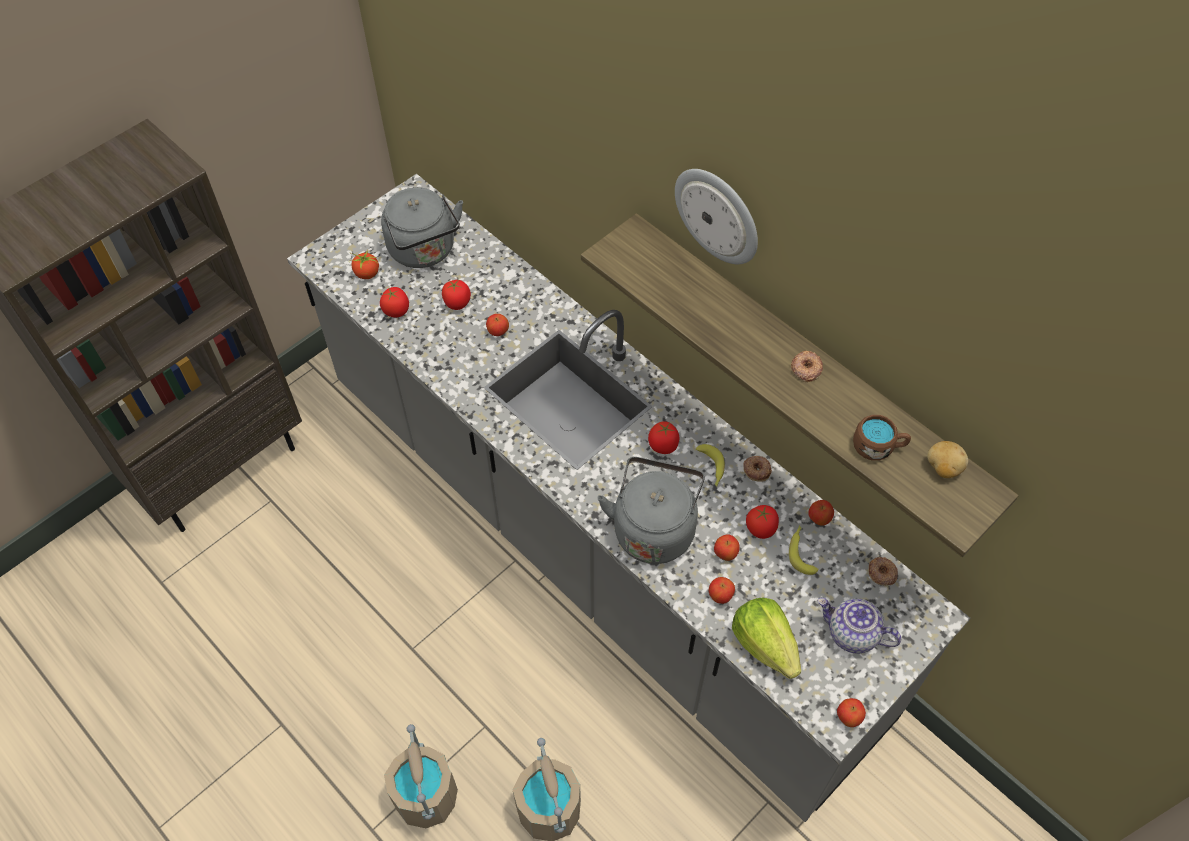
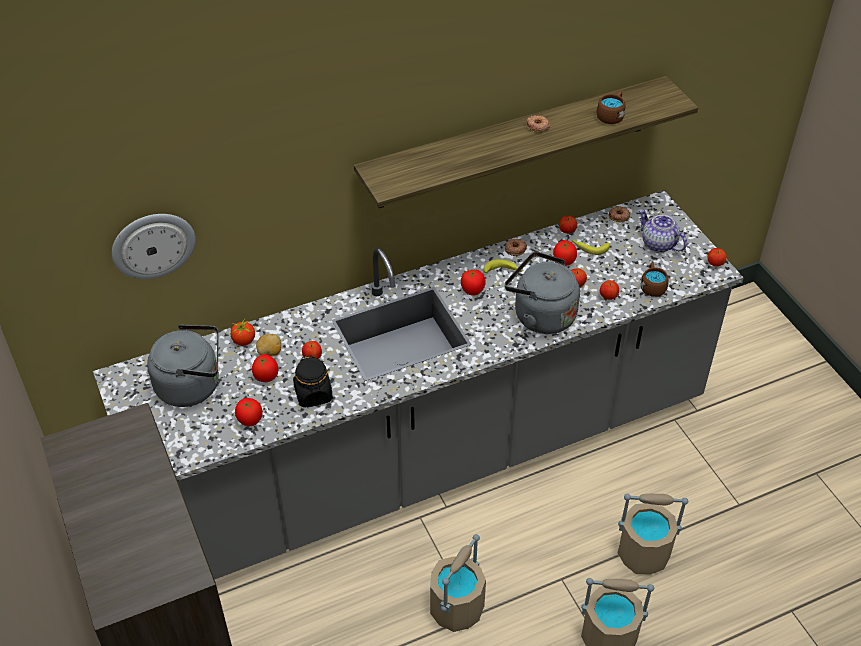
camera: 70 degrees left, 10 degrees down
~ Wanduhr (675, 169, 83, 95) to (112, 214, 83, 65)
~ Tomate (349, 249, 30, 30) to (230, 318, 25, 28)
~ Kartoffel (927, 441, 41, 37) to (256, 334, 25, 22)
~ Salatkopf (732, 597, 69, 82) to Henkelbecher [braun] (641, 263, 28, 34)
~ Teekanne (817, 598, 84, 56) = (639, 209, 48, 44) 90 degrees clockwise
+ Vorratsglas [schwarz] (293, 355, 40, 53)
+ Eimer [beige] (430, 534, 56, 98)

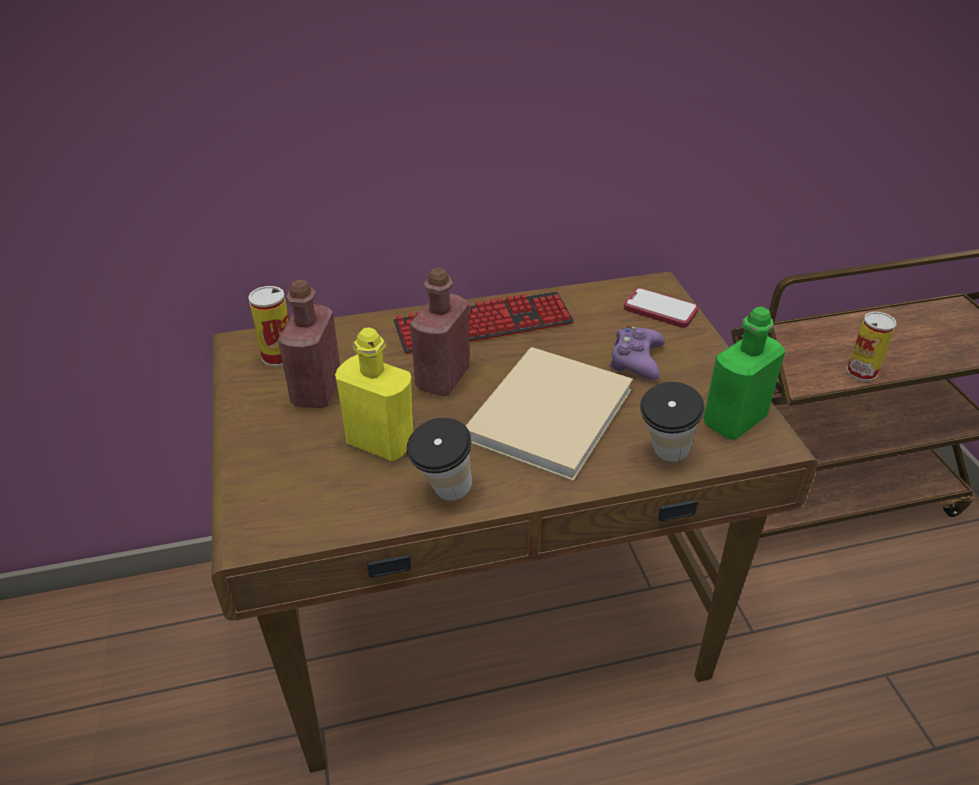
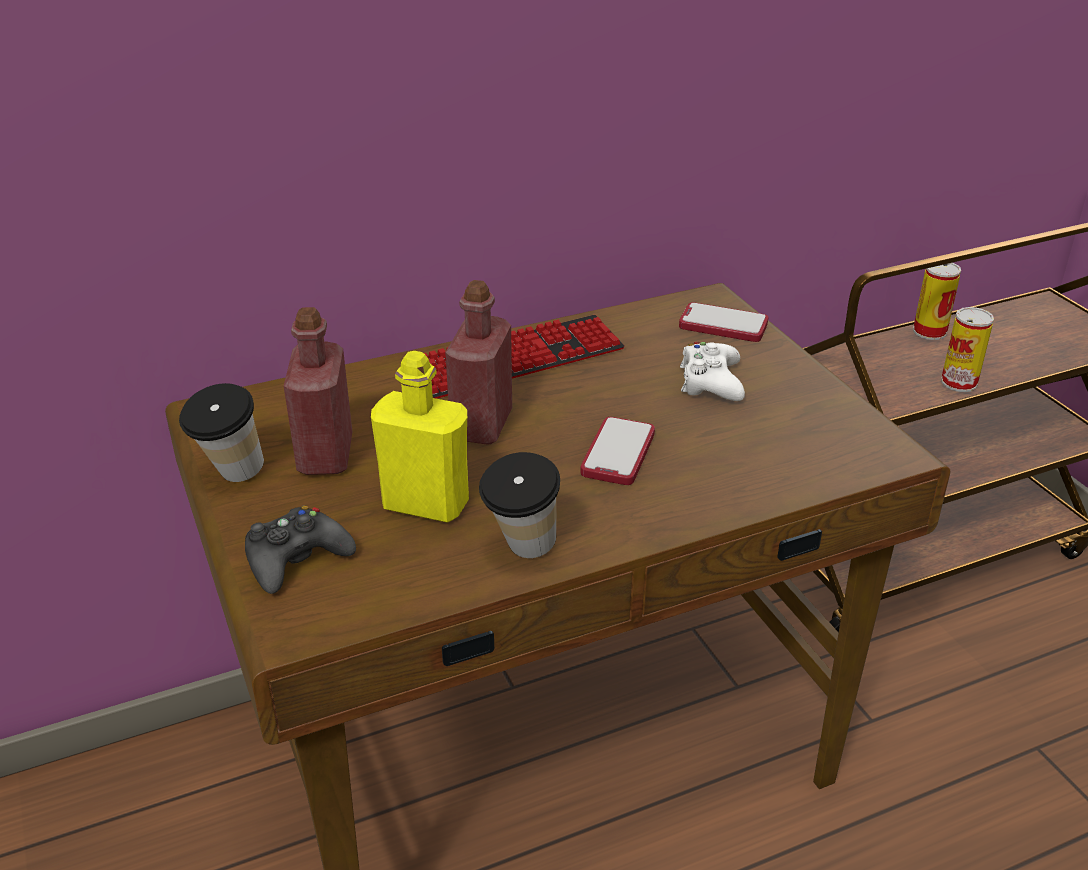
camera: 10 degrees left, 5 degrees down
~ Dose (248, 286, 41, 81) to (913, 263, 48, 77)
- Flasche [grün] (703, 307, 82, 133)
~ Gamepad [lila] (609, 326, 56, 54) to Gamepad [weiß] (680, 342, 65, 59)
~ Buch [beige] (466, 347, 167, 134) to Handy (580, 417, 75, 68)
~ Tasse (640, 382, 65, 80) to (179, 383, 85, 99)
+ Gamepad [schwarz] (245, 506, 111, 88)

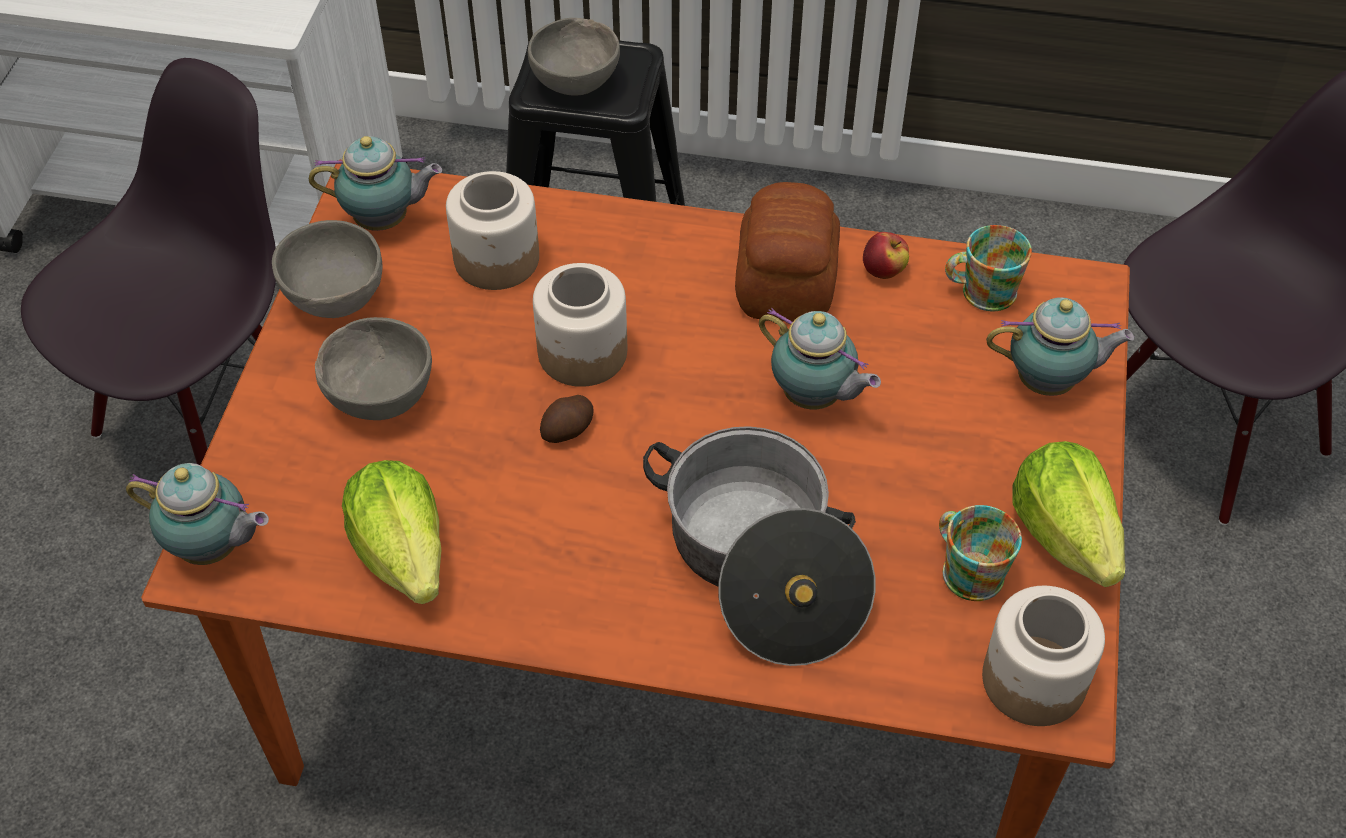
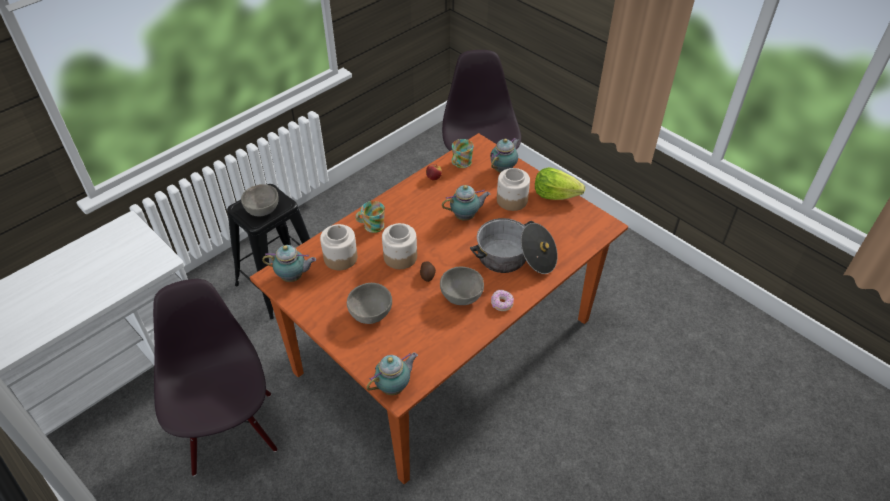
camera: 55 degrees left, 5 degrees down
~ Teekanne (309, 136, 133, 95) = (262, 245, 54, 37) 60 degrees clockwise
- Brot (735, 182, 105, 140)
~ Schüssel [grau] (272, 220, 111, 98) to (440, 267, 44, 38)
- Salatkopf (342, 460, 99, 144)
~ Henkelbecher (939, 505, 83, 96) to (355, 201, 30, 32)
~ Vorratsglas (982, 586, 123, 140) to (497, 168, 33, 43)
+ Donut (491, 290, 23, 21)

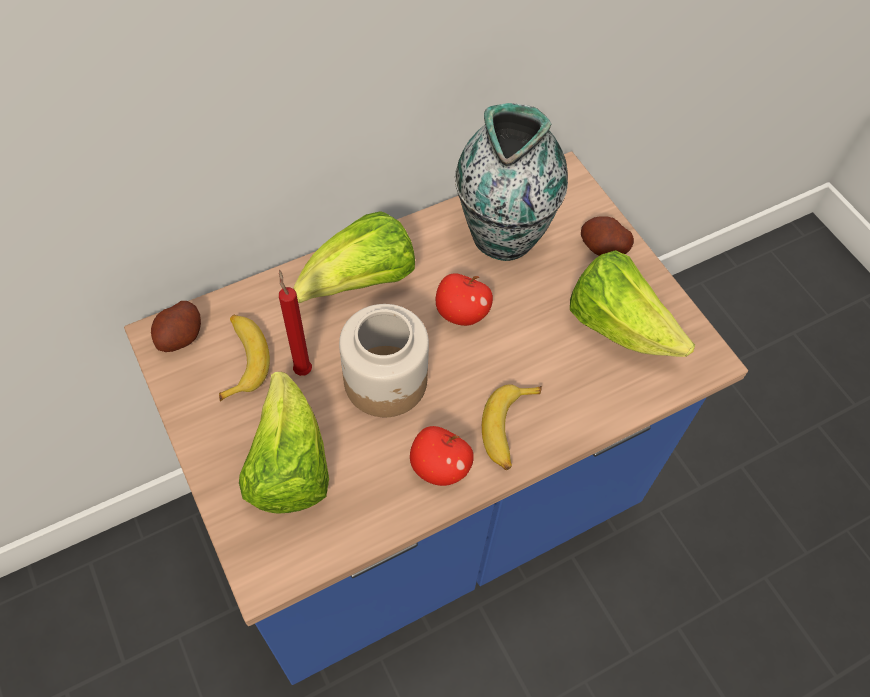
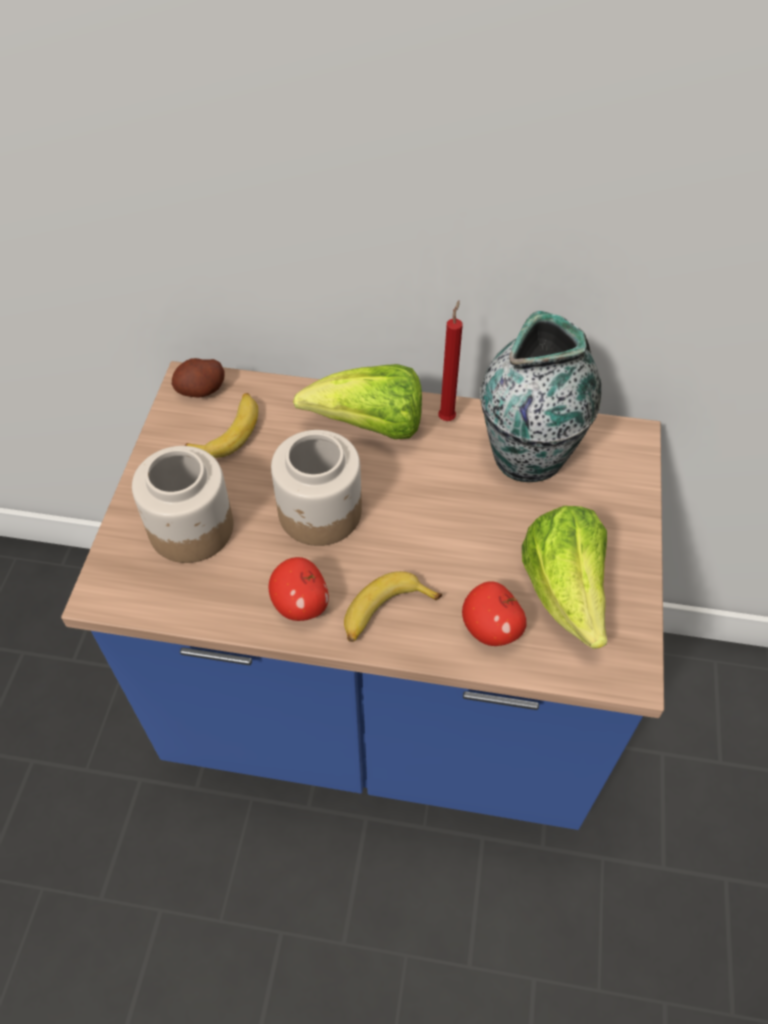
camera: 40 degrees right, 5 degrees down
- Kartoffel (581, 216, 53, 40)
~ Kerze [rot] (279, 270, 33, 106) to (438, 300, 25, 121)
~ Apfel (436, 273, 57, 53) to (462, 581, 65, 65)
~ Salatkopf (239, 372, 90, 142) to Vorratsglas (132, 446, 101, 117)

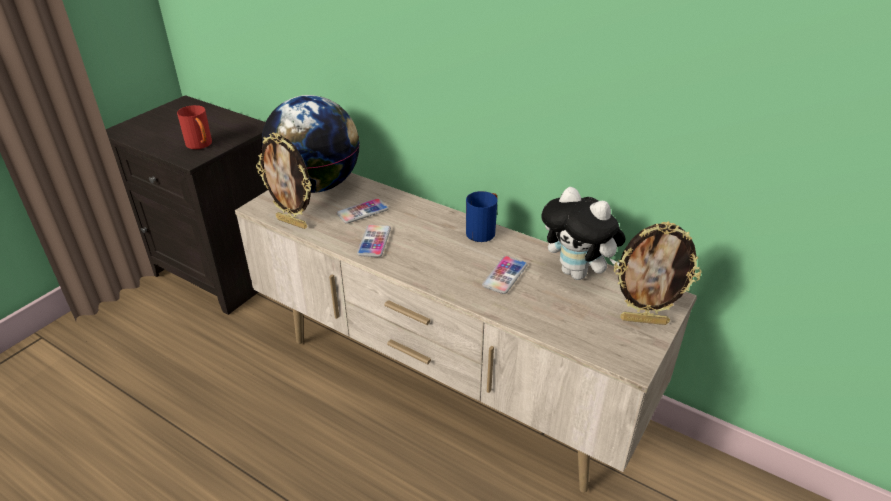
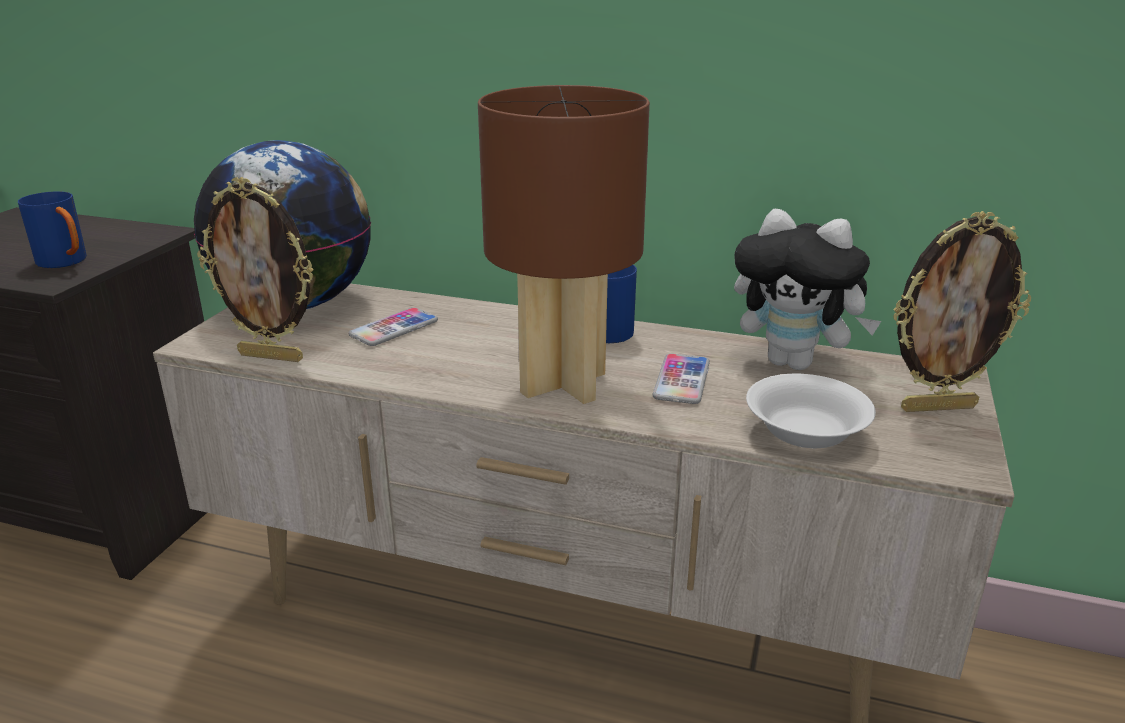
camera: 15 degrees left, 10 degrees down
~ Henkelbecher [rot] (177, 105, 35, 44) to Henkelbecher [blau] (18, 191, 69, 77)
- Handy (357, 224, 34, 33)
+ Tischlampe [braun] (478, 85, 172, 319)
+ Schüssel [weiß] (746, 374, 130, 74)

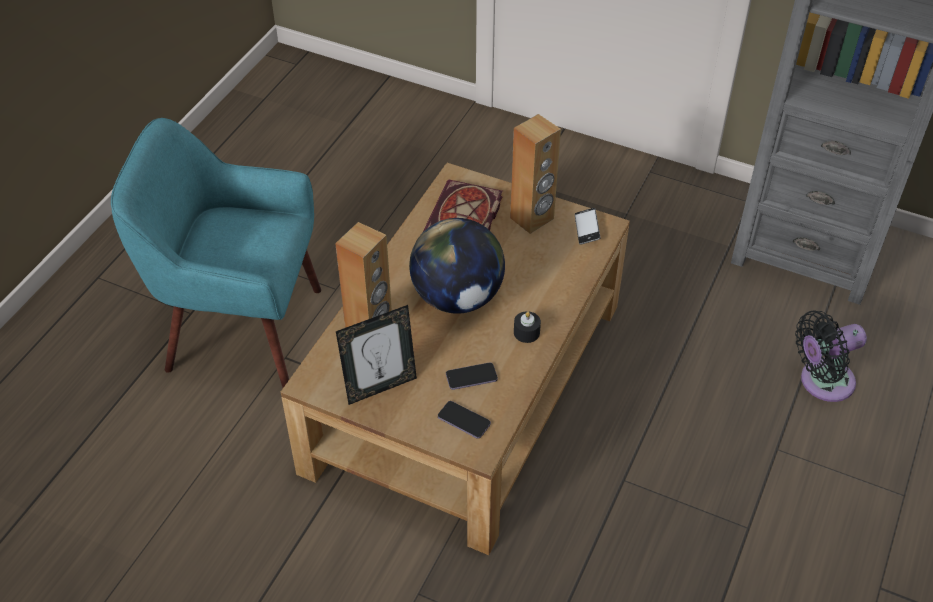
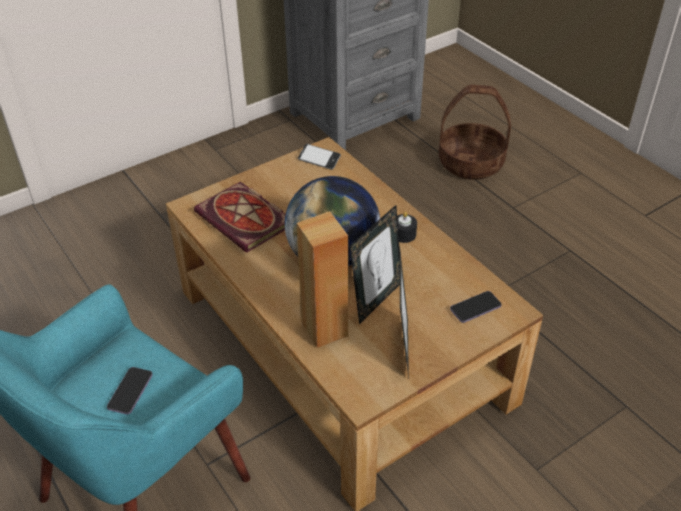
camera: 60 degrees left, 5 degrees down
- Lautsprecher [braun] (510, 114, 51, 120)
~ Ventilator [schwarz] (795, 311, 72, 91) to Korb (439, 85, 72, 95)
~ Handy (446, 363, 52, 27) to (107, 367, 46, 47)
+ Bilderrahmen (350, 205, 50, 119)

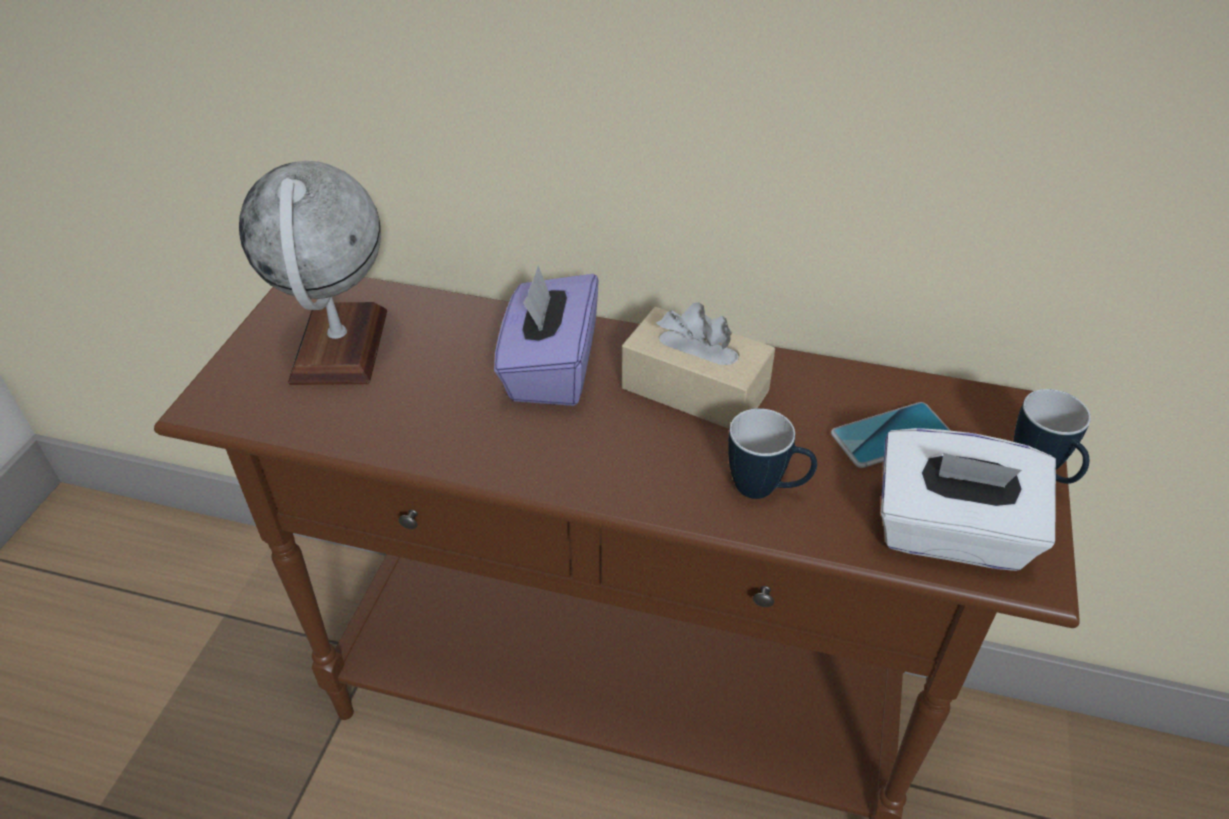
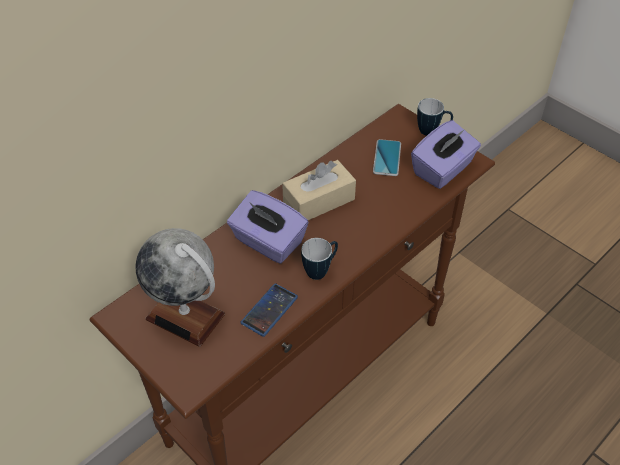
camera: 60 degrees left, 5 degrees up
~ Henkelbecher (728, 408, 89, 91) to (301, 238, 37, 42)
~ Taschentuchbox [weiß] (881, 428, 175, 143) to Taschentuchbox [lila] (411, 120, 70, 69)
+ Handy (240, 284, 58, 53)

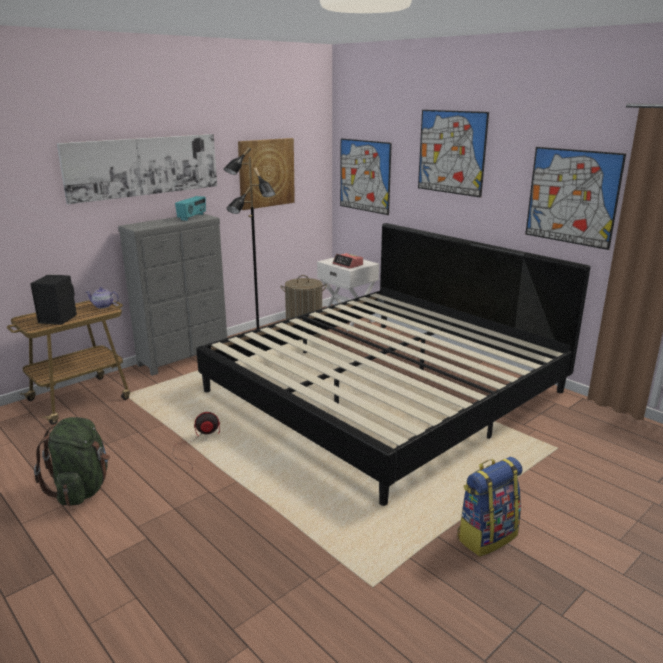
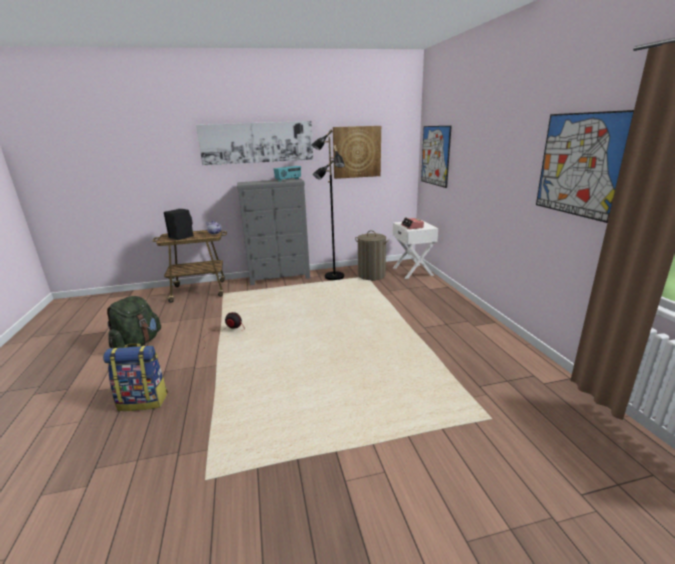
camera: 30 degrees right, 0 degrees up
- Bild (418, 110, 71, 88)
- Bett (196, 223, 394, 283)
~ Rucksack (457, 457, 66, 100) to (103, 343, 65, 68)

